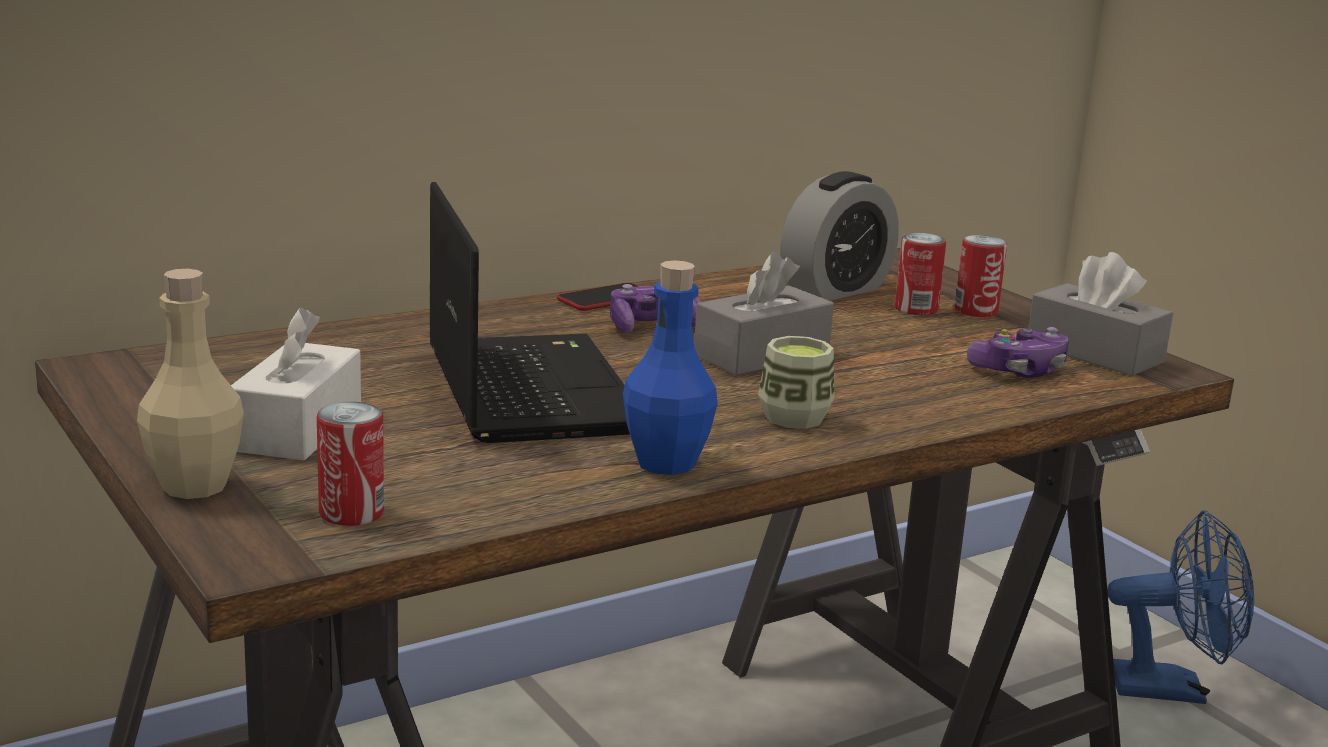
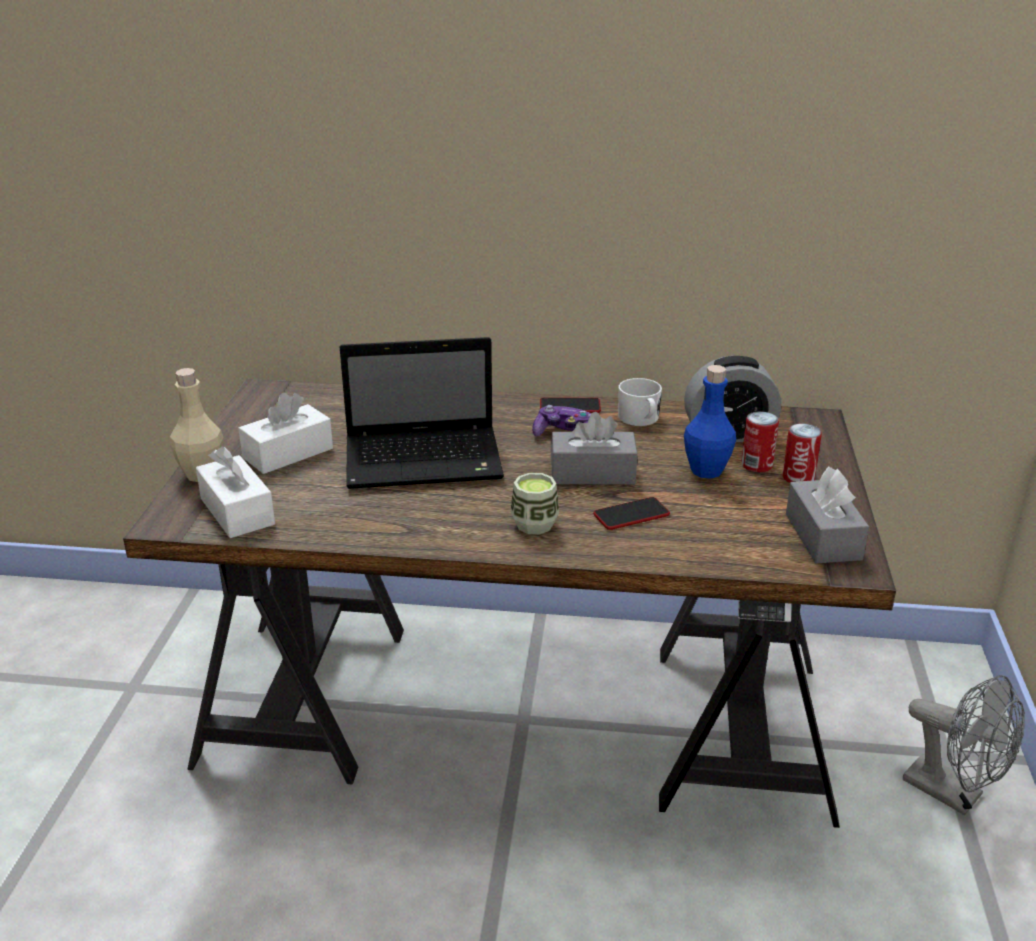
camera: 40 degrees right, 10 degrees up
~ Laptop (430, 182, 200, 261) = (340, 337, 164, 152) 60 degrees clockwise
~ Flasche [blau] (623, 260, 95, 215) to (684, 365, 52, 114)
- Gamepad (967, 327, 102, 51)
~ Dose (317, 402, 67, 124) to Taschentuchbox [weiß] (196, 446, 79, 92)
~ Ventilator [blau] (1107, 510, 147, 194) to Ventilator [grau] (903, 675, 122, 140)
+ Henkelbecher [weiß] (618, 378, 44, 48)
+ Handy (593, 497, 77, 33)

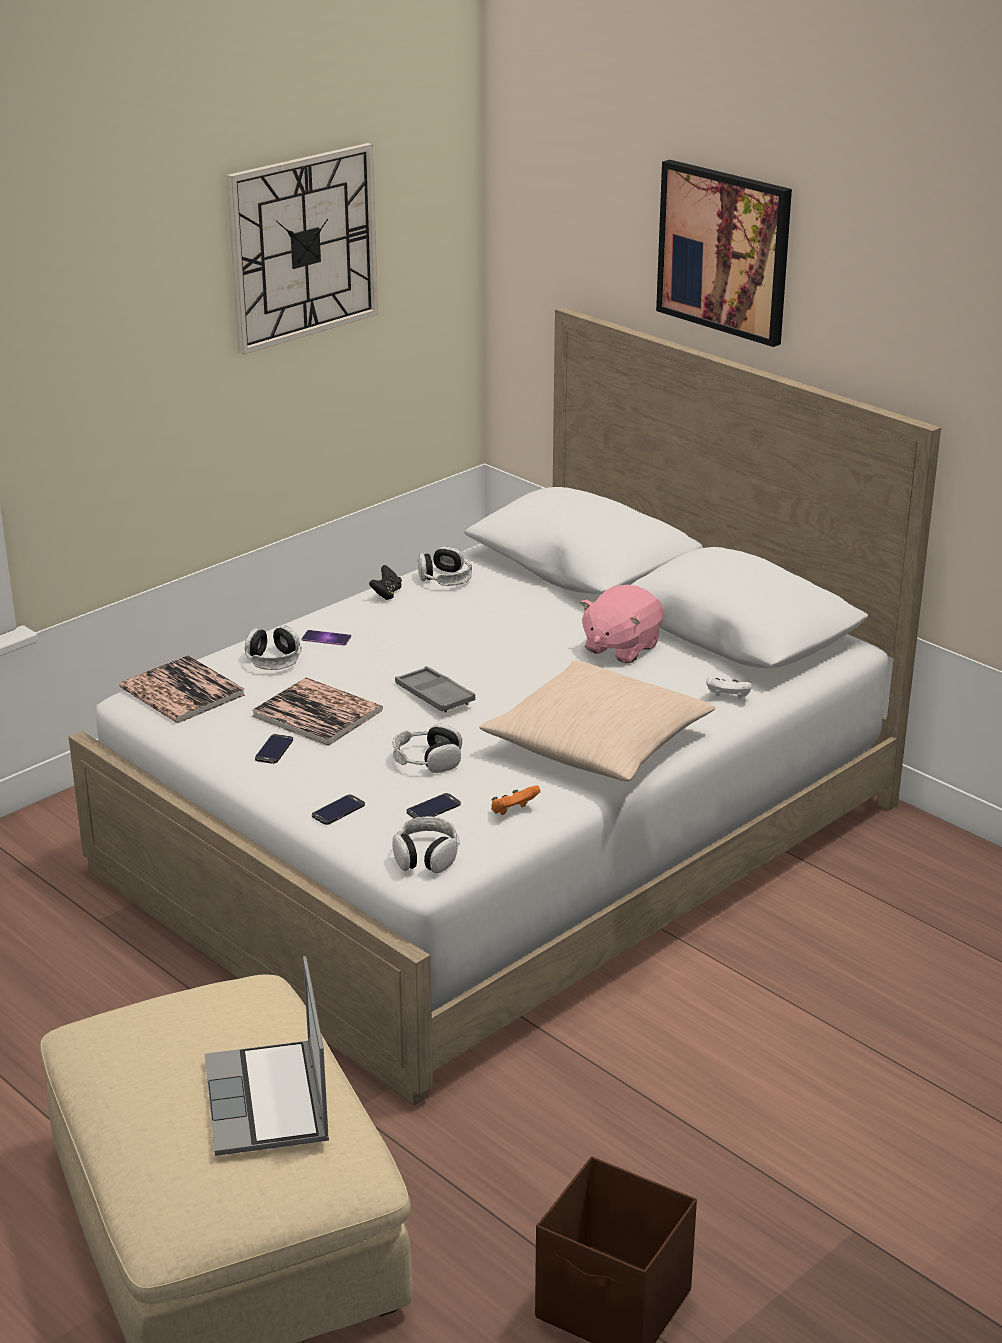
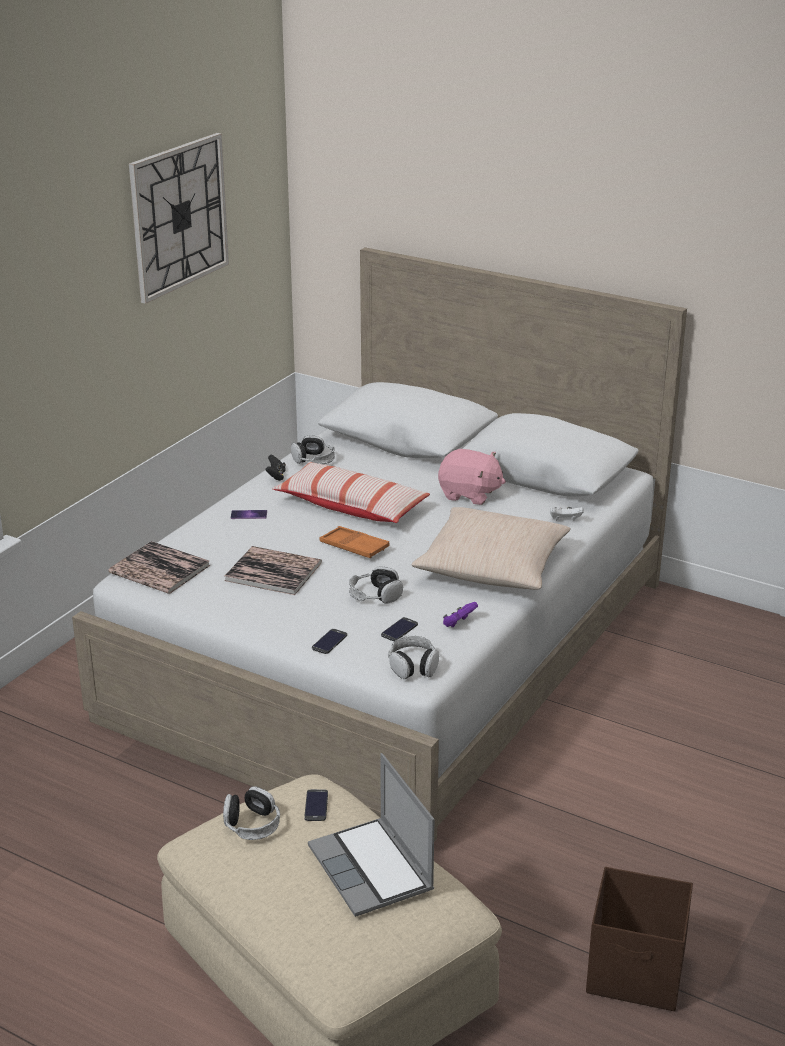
camera: 15 degrees left, 0 degrees up
- Bild (656, 160, 136, 187)
~ Plüschtier [rosa] (580, 585, 83, 78) = (438, 449, 68, 56) 90 degrees counterclockwise
~ Kopfhörer (245, 626, 57, 44) to (223, 786, 57, 54)
~ Tablett [grau] (395, 666, 80, 47) to Tablett [orange] (319, 526, 71, 32)
~ Handy (255, 734, 38, 30) to (304, 789, 24, 32)
~ Gamepad [orange] (491, 785, 50, 30) to Gamepad [lila] (443, 602, 35, 25)
+ Kissen (272, 462, 158, 61)

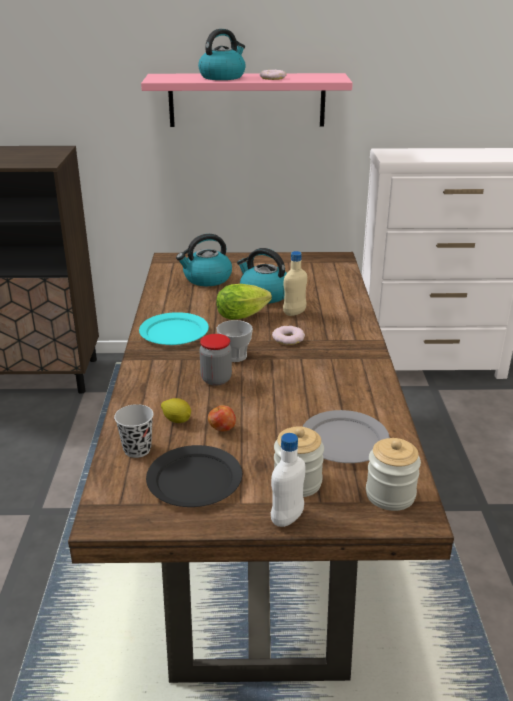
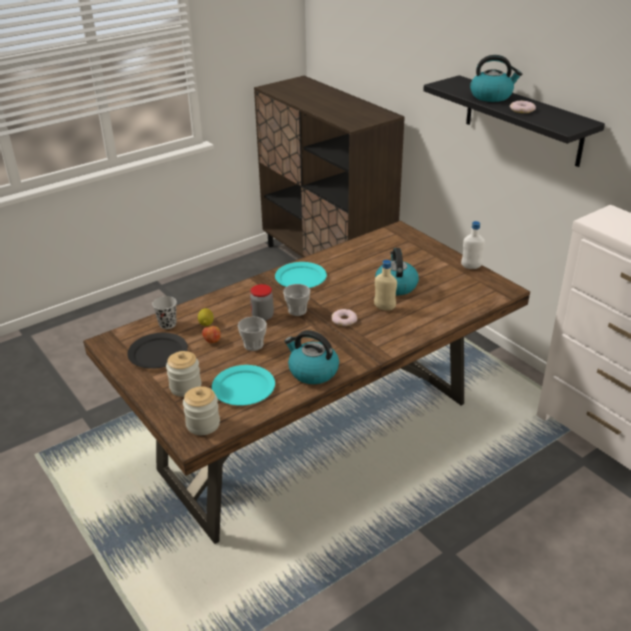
camera: 55 degrees right, 5 degrees up
~ Wandregal [rosa] (141, 73, 212, 54) to Wandregal [schwarz] (423, 75, 182, 92)
~ Wasserkessel (176, 234, 56, 52) to (284, 330, 55, 54)
- Salatkopf (216, 284, 56, 36)
~ Teller [grau] (302, 410, 88, 53) to Teller [türkis] (212, 365, 63, 41)
~ Flasche [weiß] (271, 433, 35, 94) to (461, 221, 24, 48)
+ Tasse (238, 317, 29, 34)

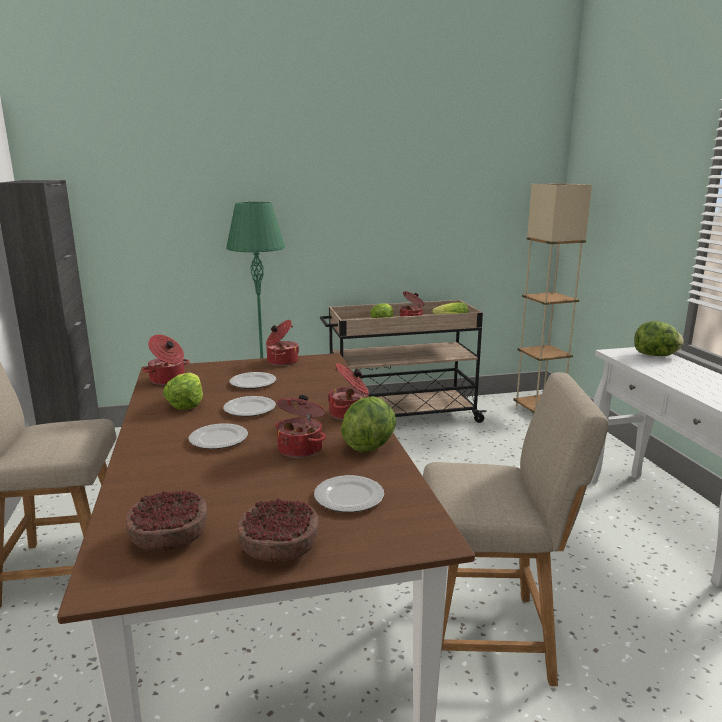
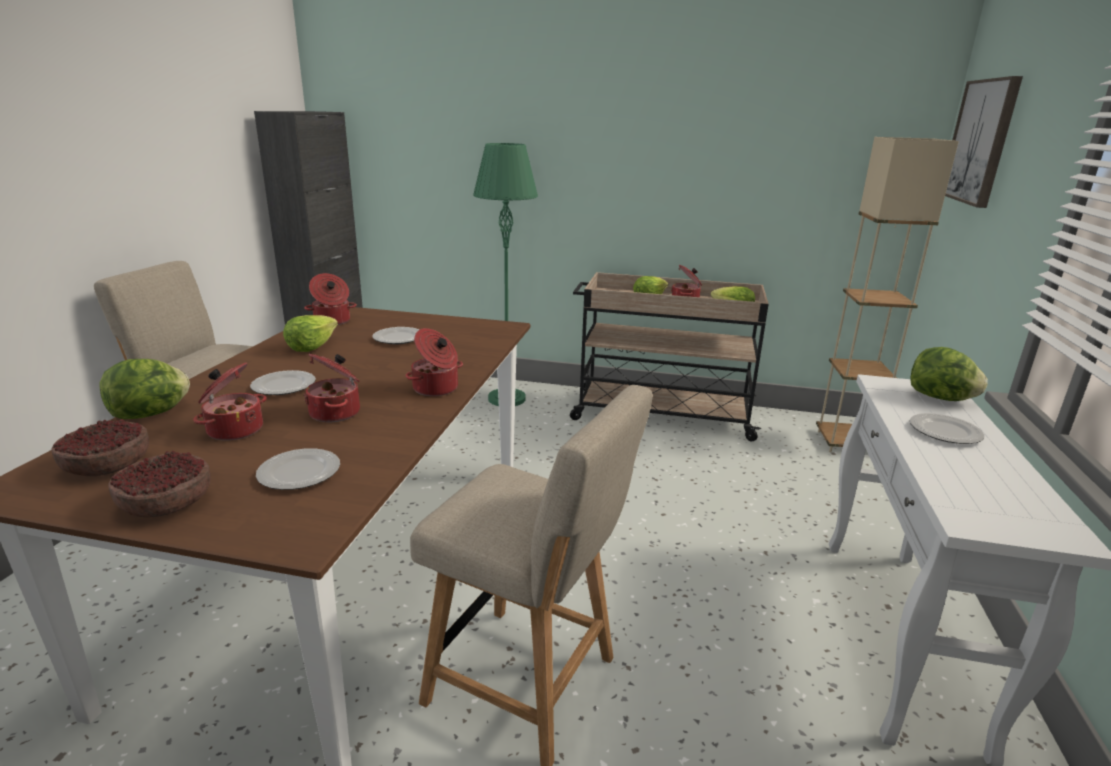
camera: 25 degrees right, 5 degrees up
~ Kochtopf (266, 320, 33, 46) to (193, 363, 74, 78)
~ Teller (223, 396, 53, 21) to (910, 413, 75, 31)
~ Salatkopf (341, 396, 56, 57) to (100, 359, 90, 60)
+ Bild (945, 76, 78, 132)

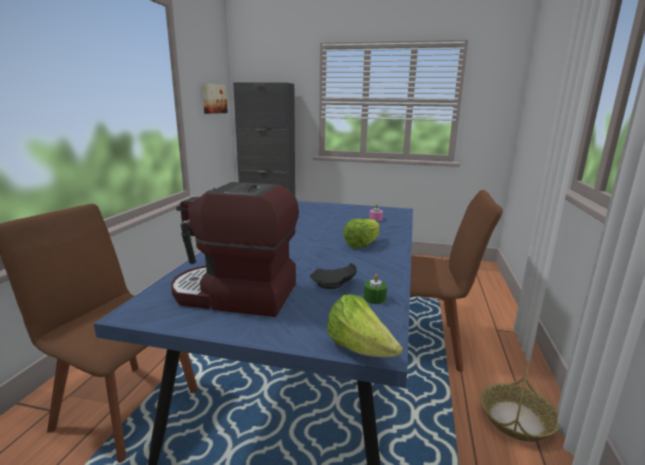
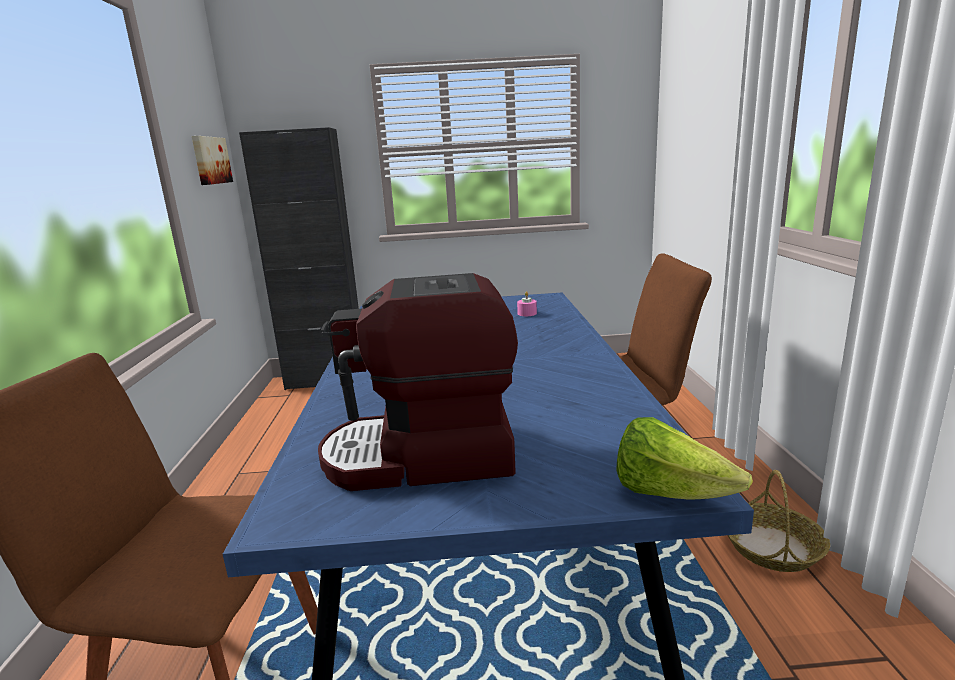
camera: 15 degrees left, 0 degrees up
- Salatkopf (343, 219, 37, 29)
- Teller [schwarz] (310, 263, 47, 26)
- Kerze [grün] (364, 274, 23, 30)

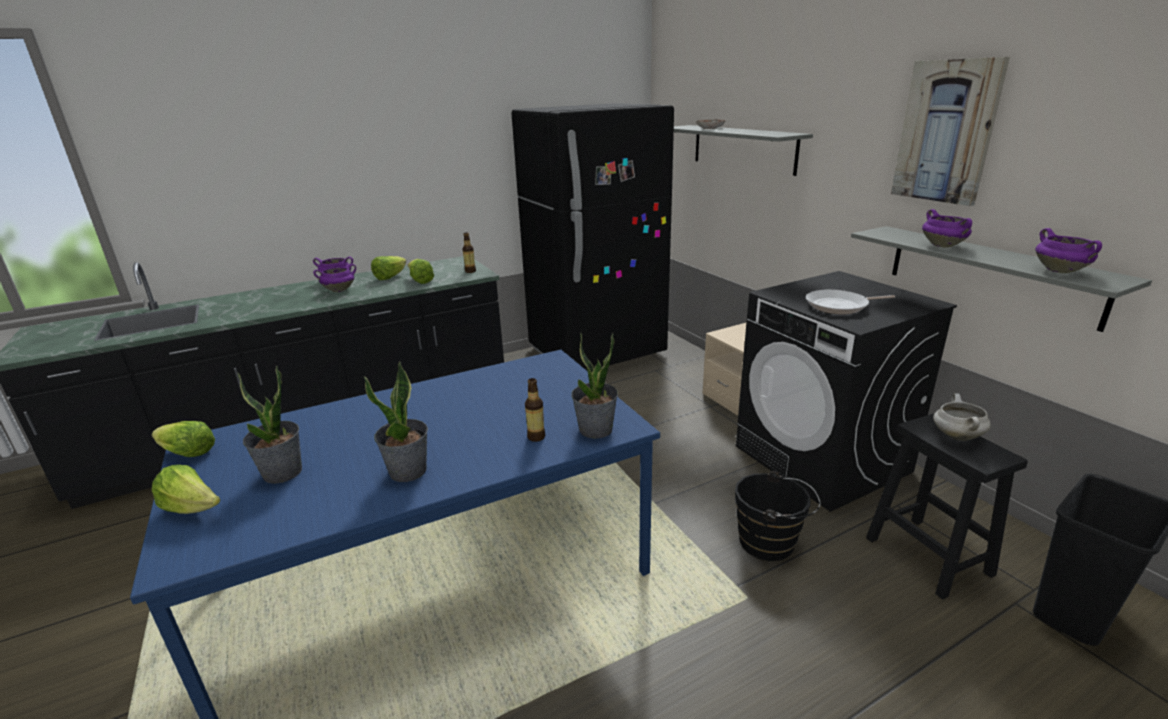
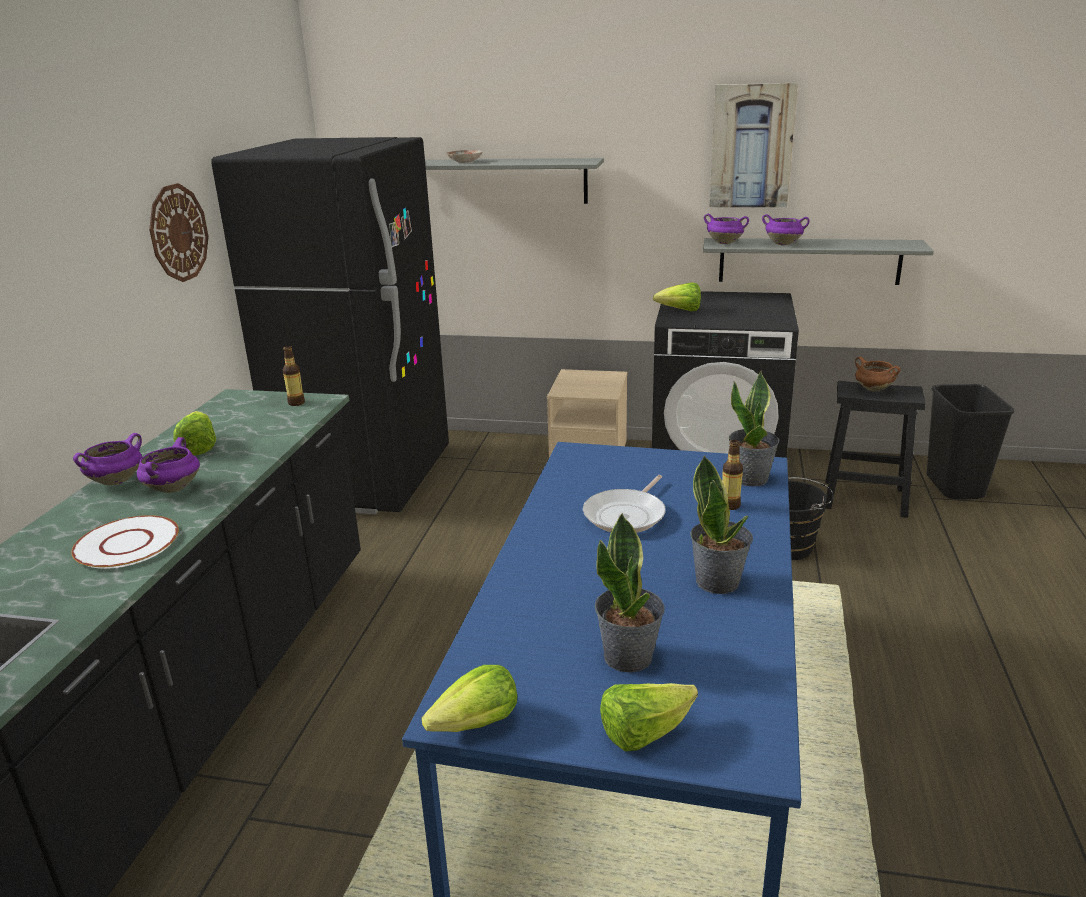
camera: 50 degrees left, 0 degrees up
~ Kochtopf [lila] (1035, 228, 67, 45) to (704, 214, 45, 30)
~ Salatkopf (408, 259, 26, 25) to (653, 282, 48, 29)
~ Pfanne (806, 289, 89, 25) to (583, 475, 83, 58)
~ Kochtopf [weiß] (933, 393, 58, 48) to Kochtopf [braun] (855, 357, 46, 34)
+ Wanduhr (149, 183, 60, 99)
+ Teller [weiß] (71, 515, 108, 54)

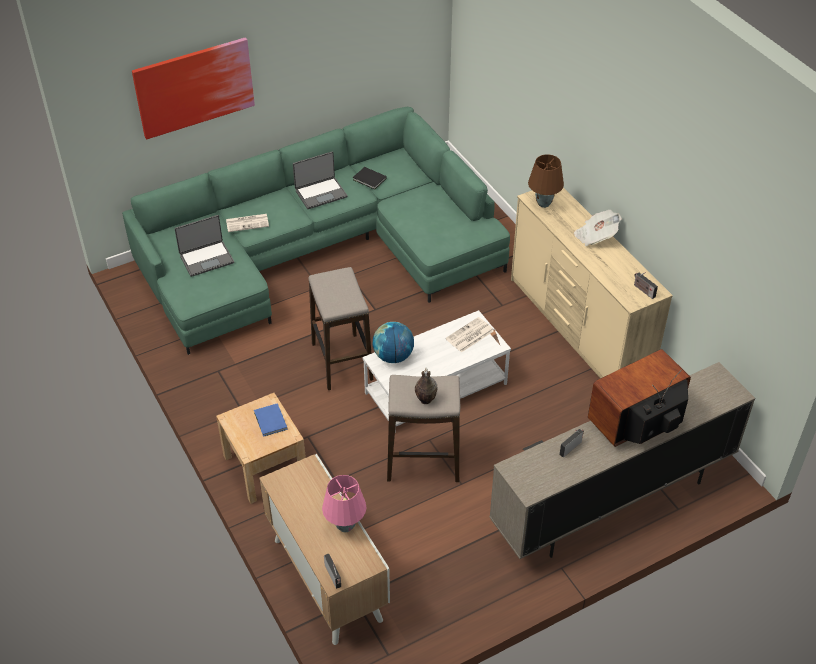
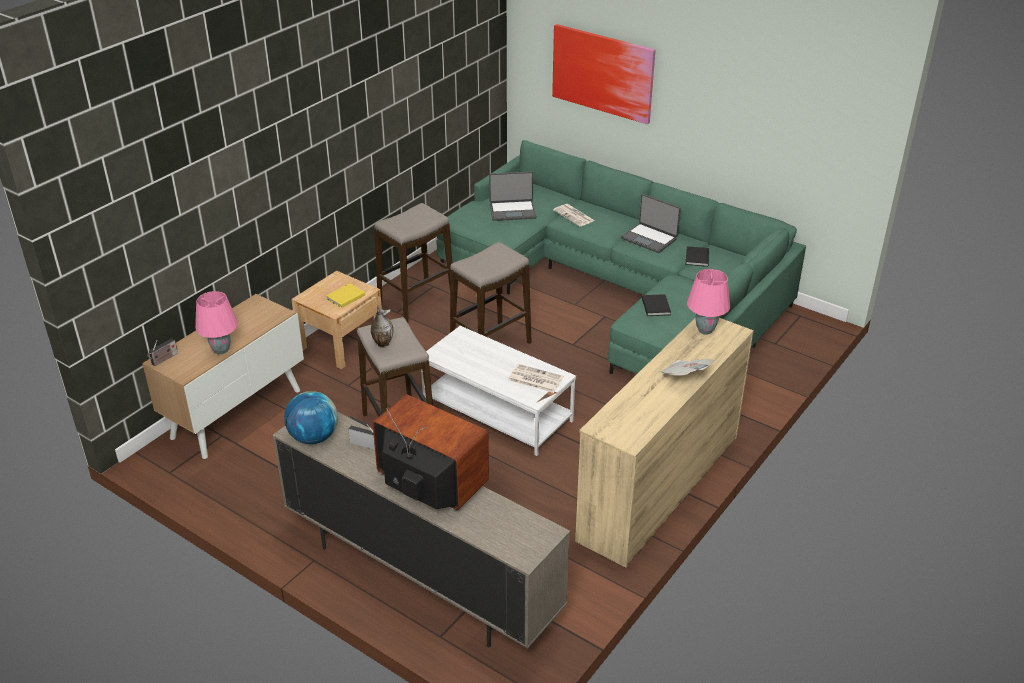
camera: 65 degrees right, 10 degrees down
~ Tischlampe [braun] (528, 154, 36, 54) to Tischlampe [rosa] (687, 269, 43, 66)
~ Laptop (175, 215, 59, 62) = (489, 172, 48, 49) 45 degrees counterclockwise
- Radio (634, 272, 24, 27)
~ Globus (373, 322, 41, 41) to (284, 391, 54, 53)
~ Buch [blau] (254, 403, 33, 34) to Buch [gelb] (326, 283, 39, 25)
+ Hocker (374, 203, 78, 119)
+ Buch [schwarz] (642, 294, 29, 22)

